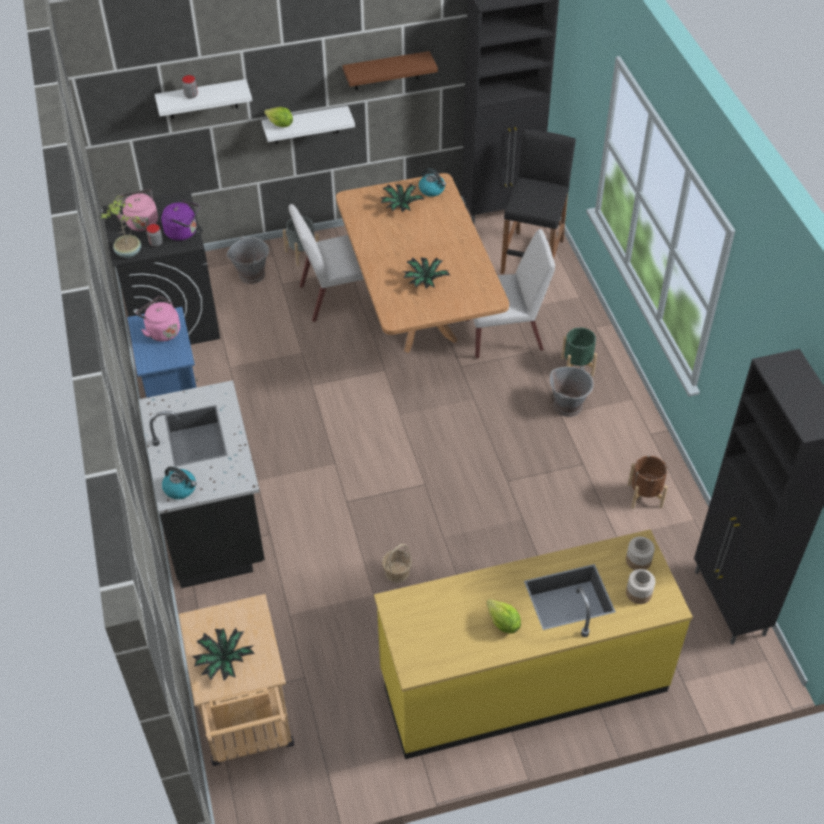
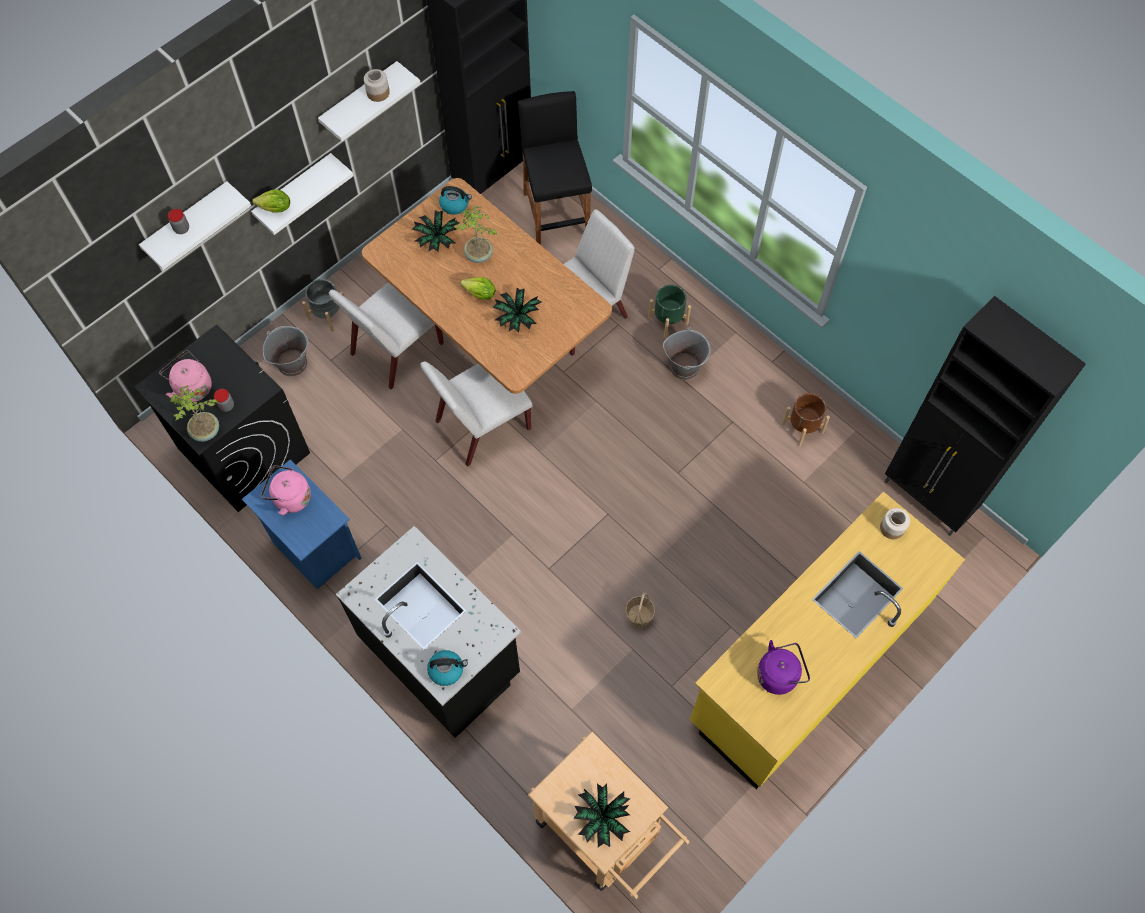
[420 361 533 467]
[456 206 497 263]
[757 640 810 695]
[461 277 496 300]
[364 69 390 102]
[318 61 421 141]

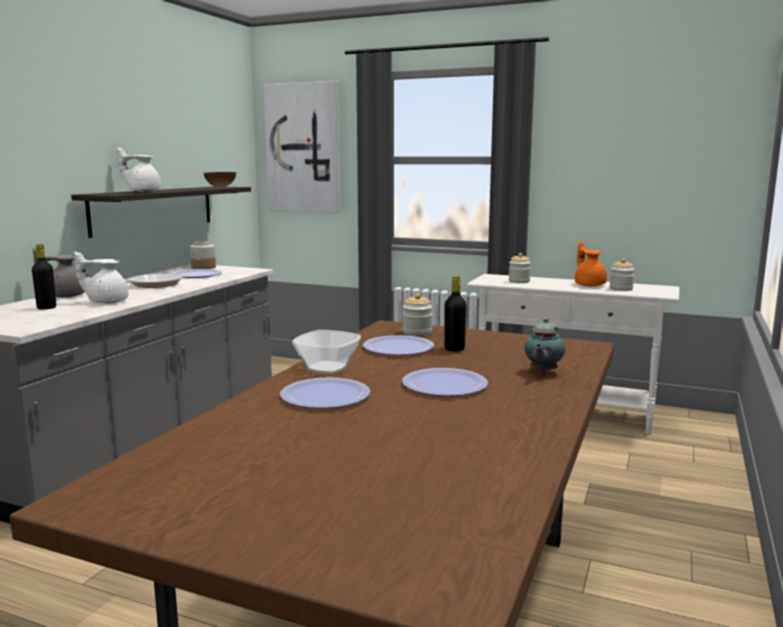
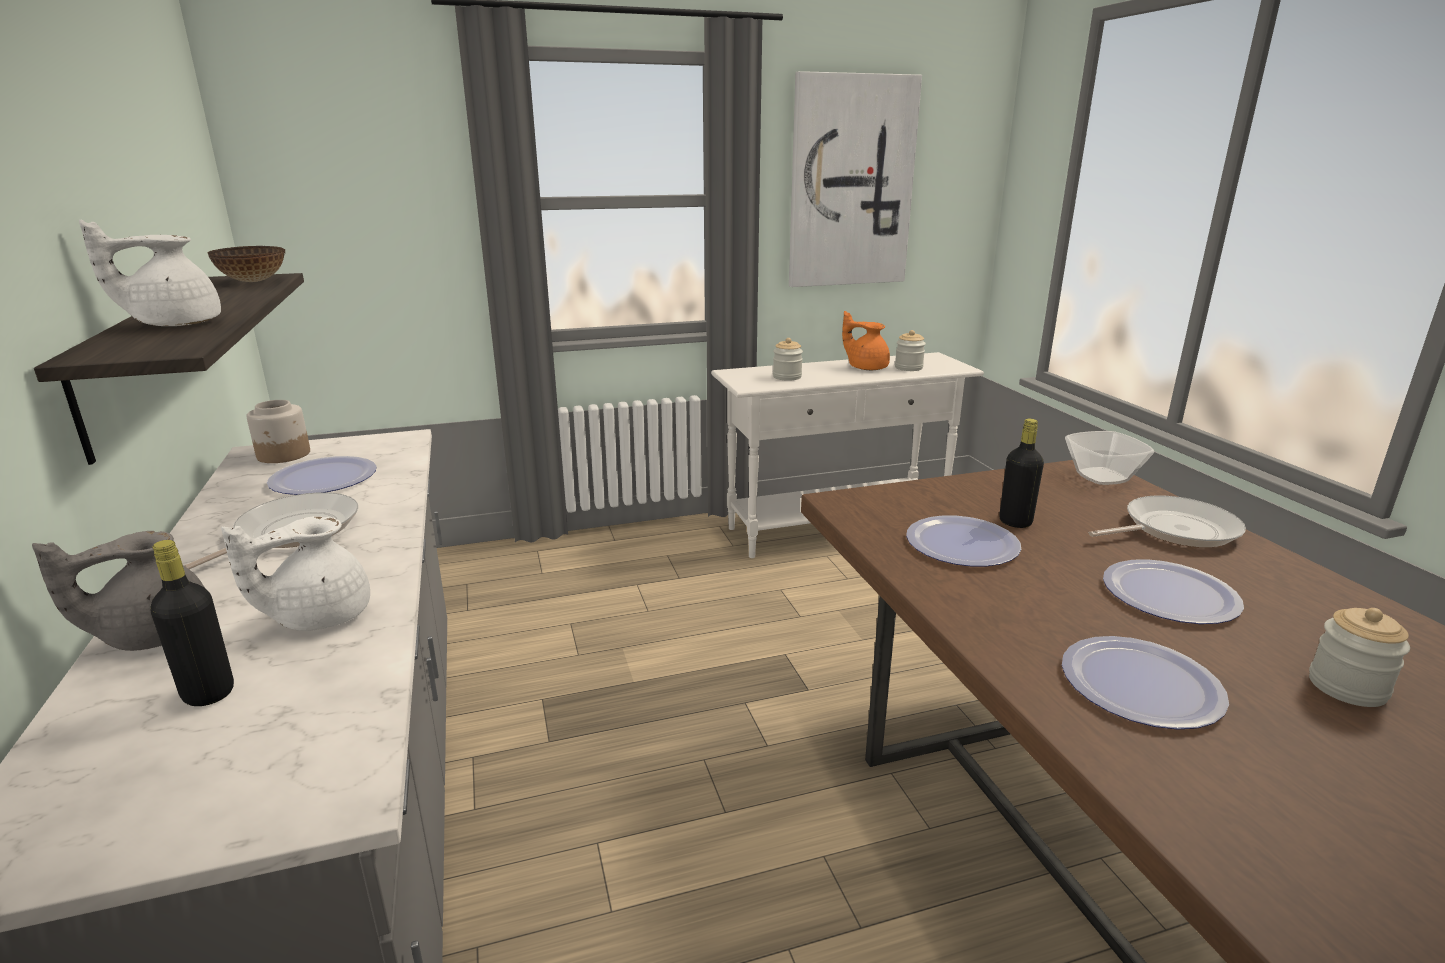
[789 71 922 287]
[1065 431 1154 485]
[1309 608 1410 707]
[1089 496 1246 547]

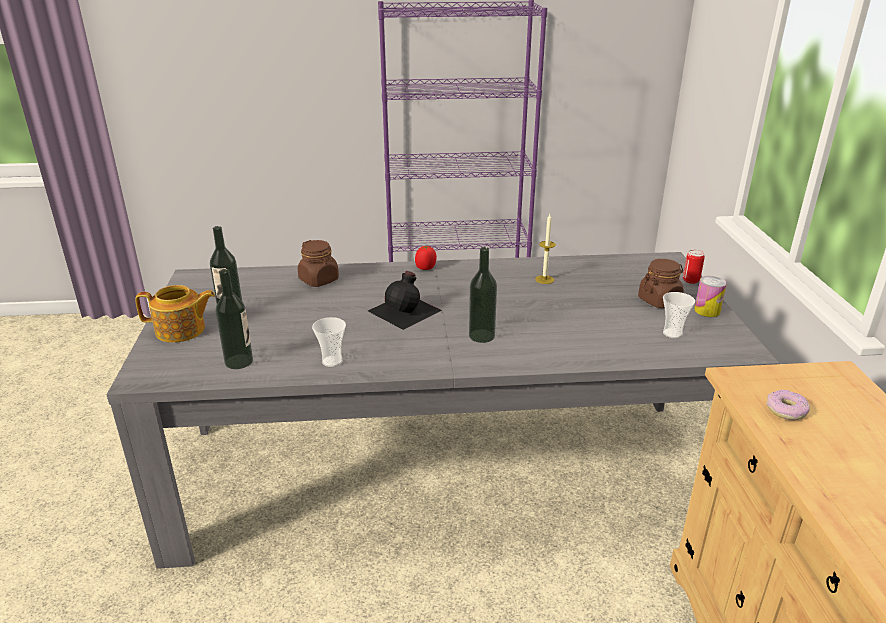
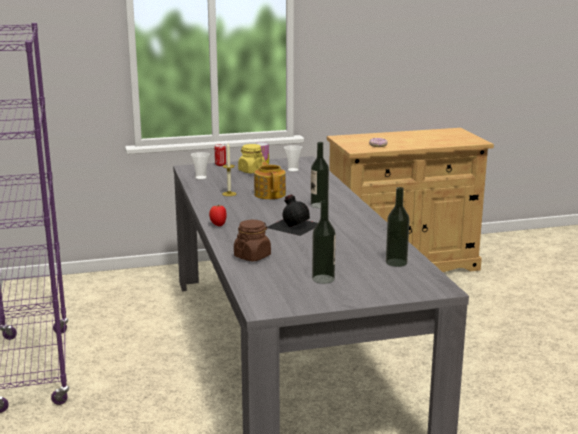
[254 162 286 199]
[191 152 210 180]
[238 144 265 173]

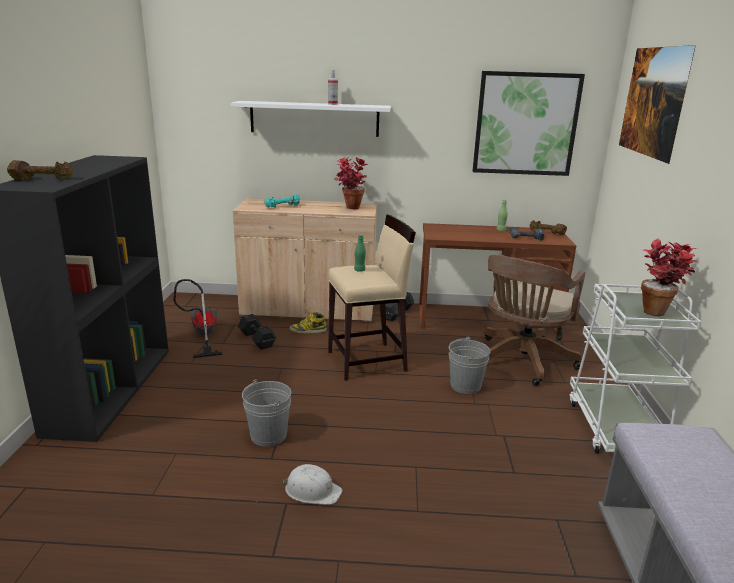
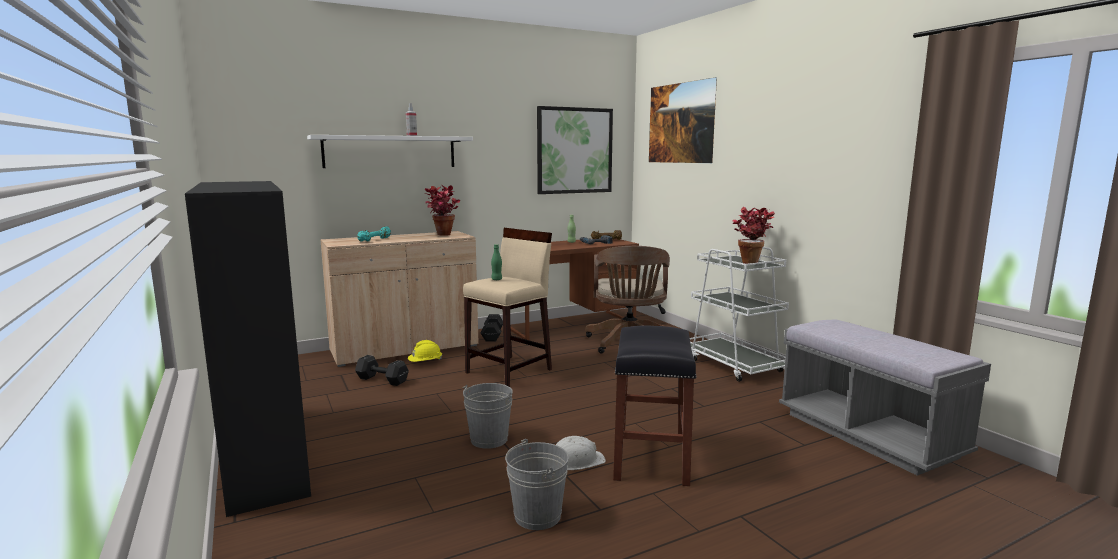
[7 160 73 180] (first image)
[173 279 223 358] (first image)
[613 326 697 486]
[505 439 569 530]
[408 340 442 362]

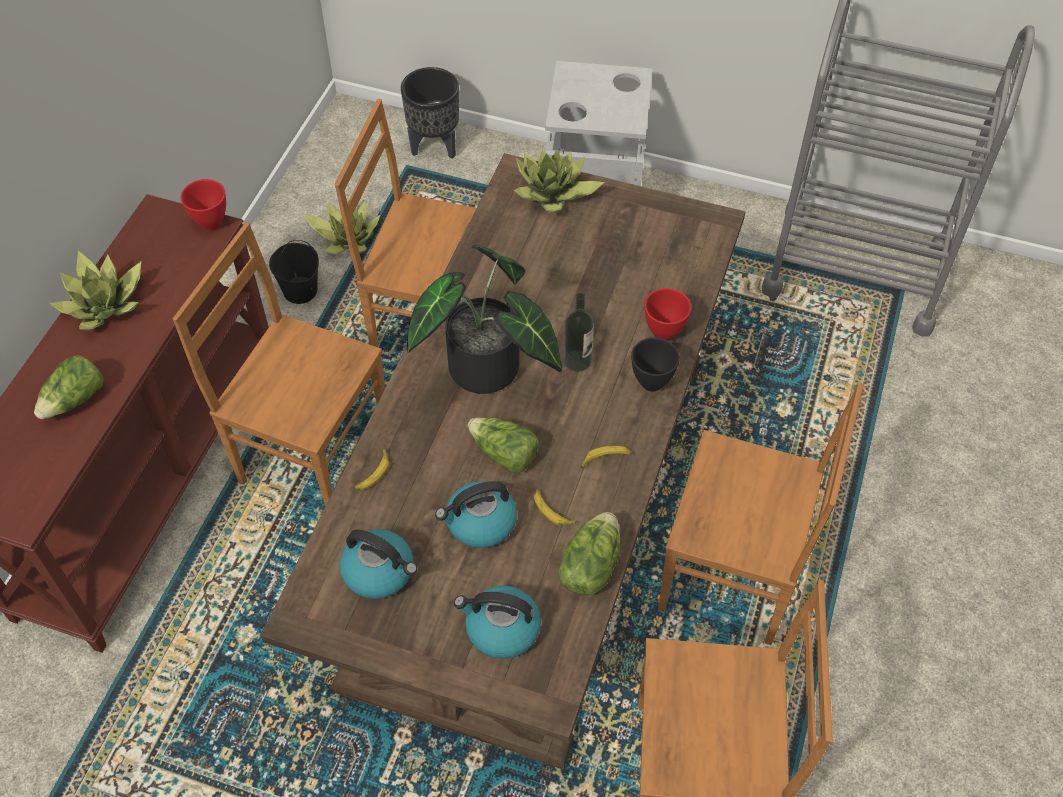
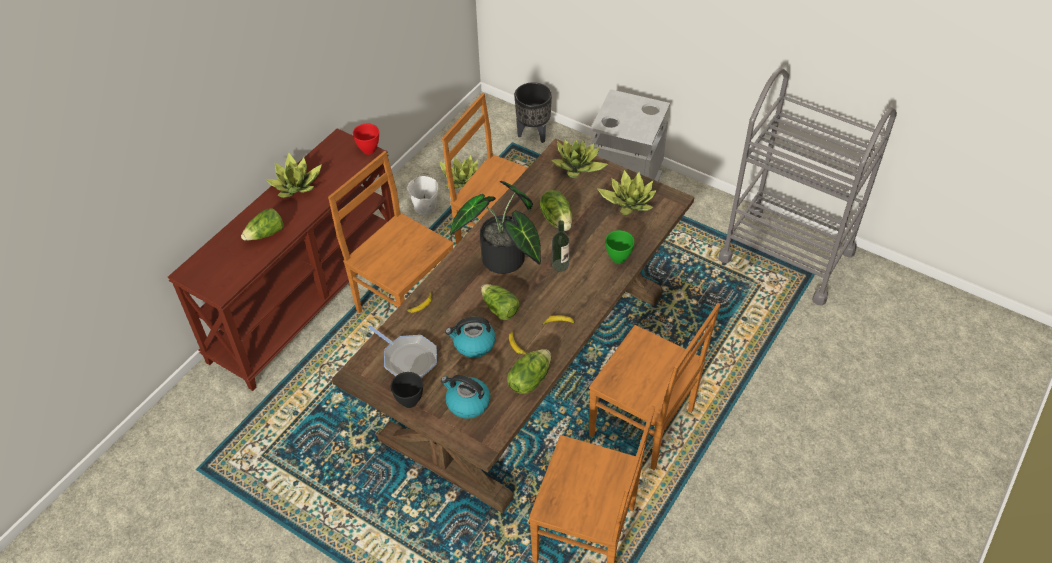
[540 190 572 231]
[597 170 657 215]
[391 372 423 408]
[368 325 437 378]
[407 173 438 215]
[605 230 635 264]

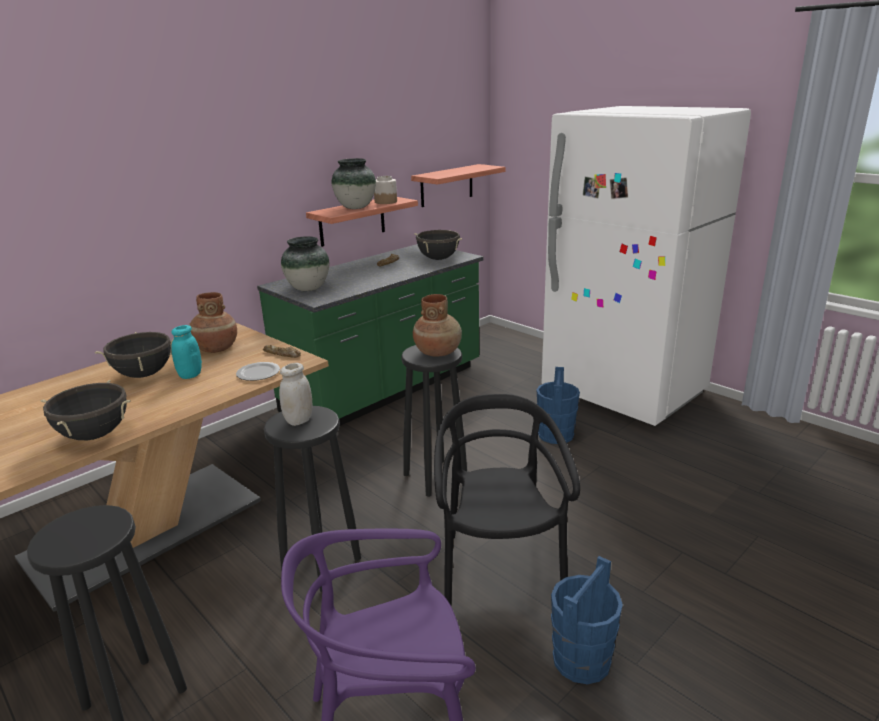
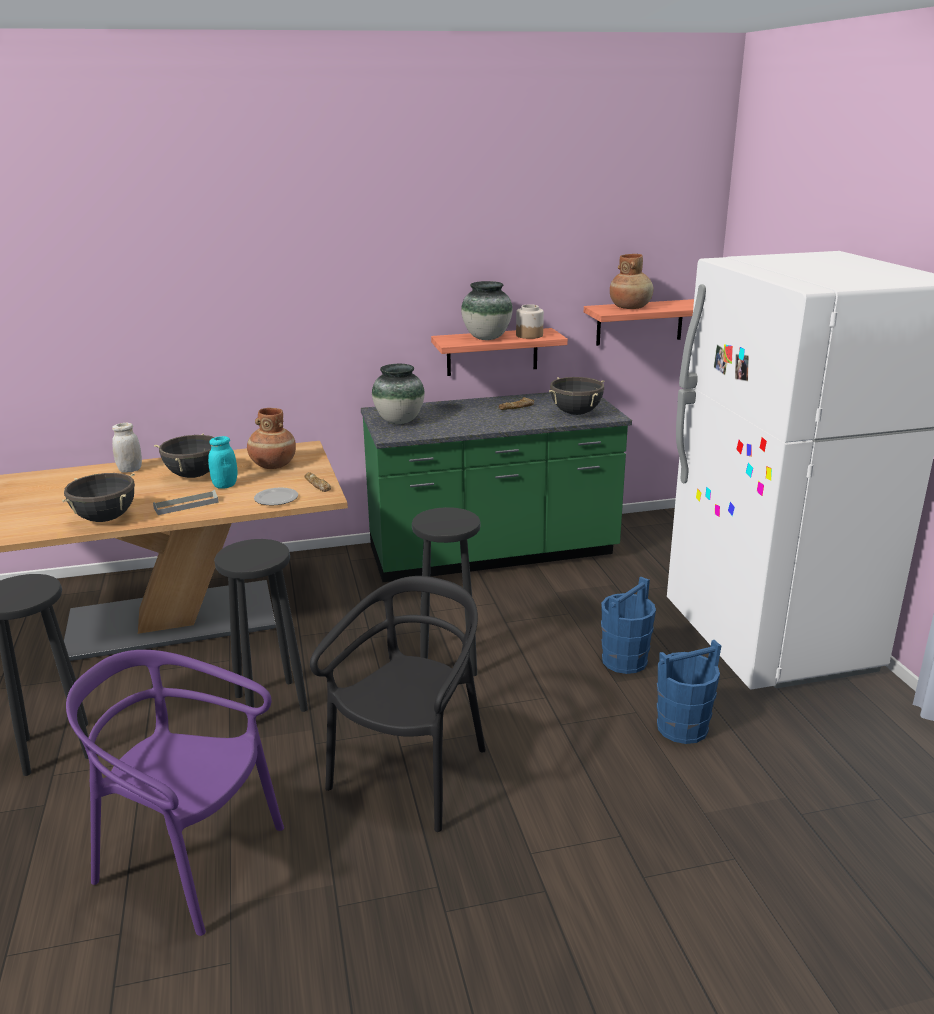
[153 490 219 515]
[112 423 142 473]
[610 254 653 309]
[657 640 721 744]

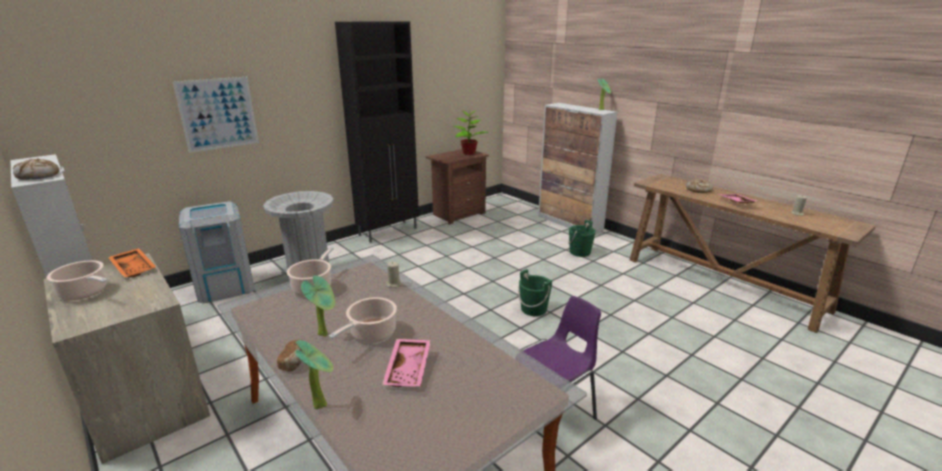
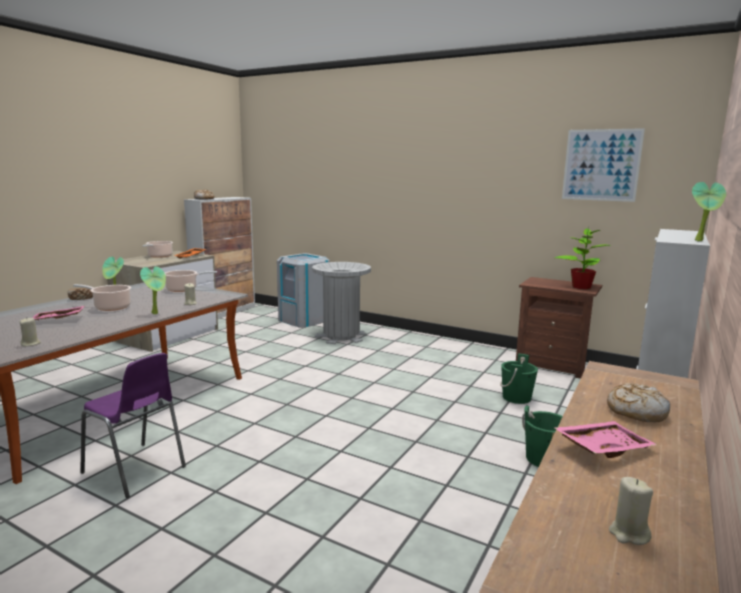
[335 21 419 243] (first image)
[20 318 41 346]
[562 128 645 202]
[140 266 166 314]
[500 353 538 404]

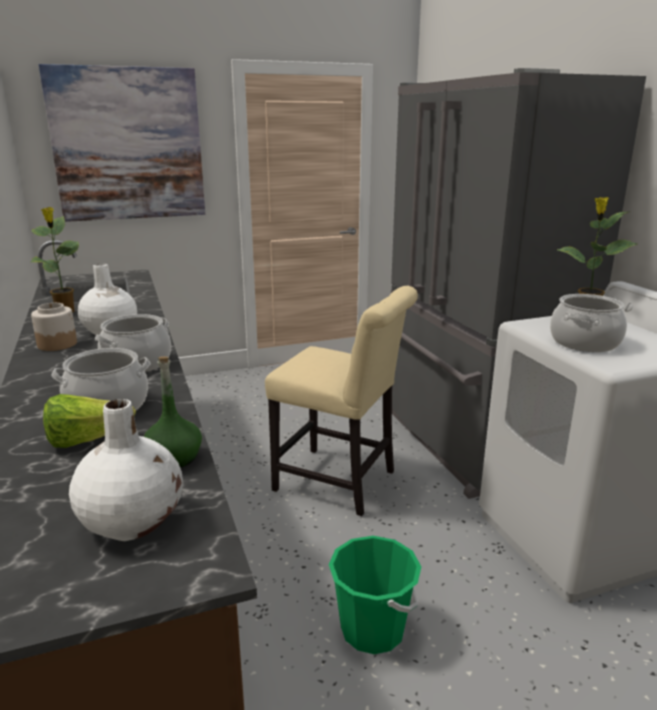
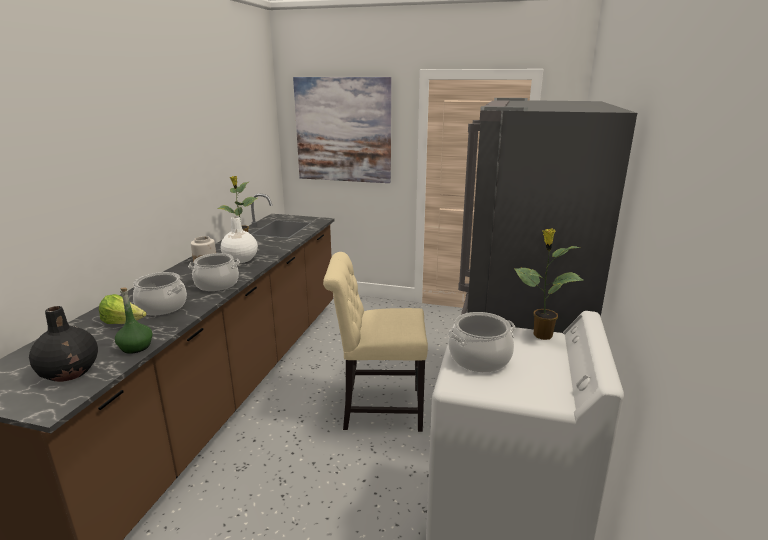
[329 536 421 654] (first image)
[29 306 98 382]
[323 252 428 432]

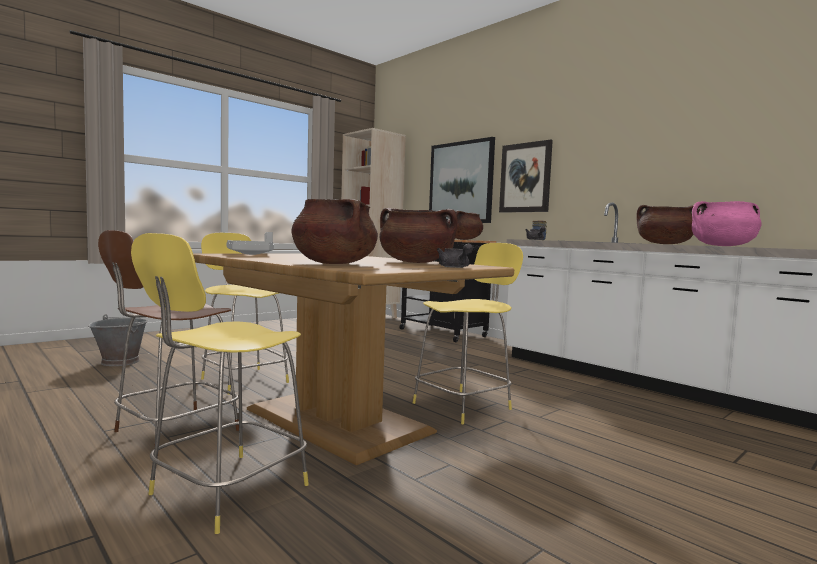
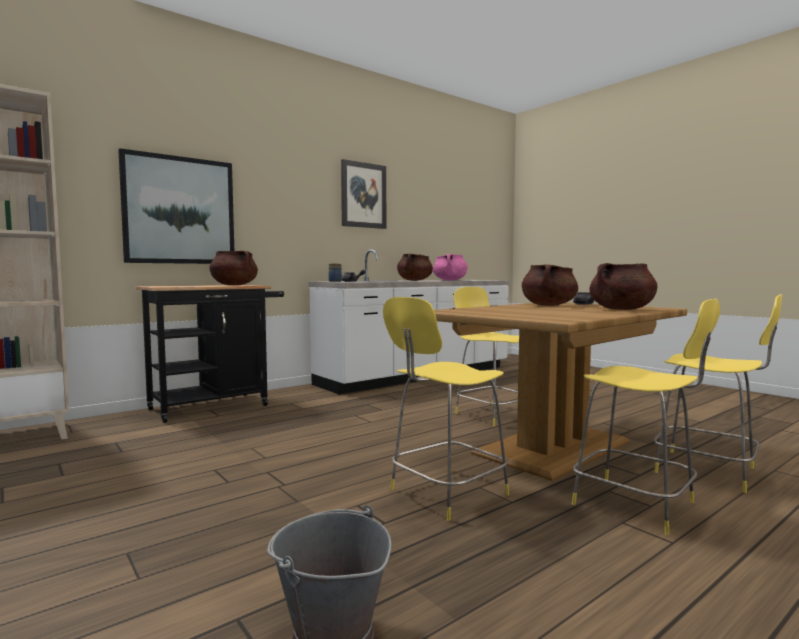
[226 232 274 255] (first image)
[341 159 386 229]
[572 298 720 535]

